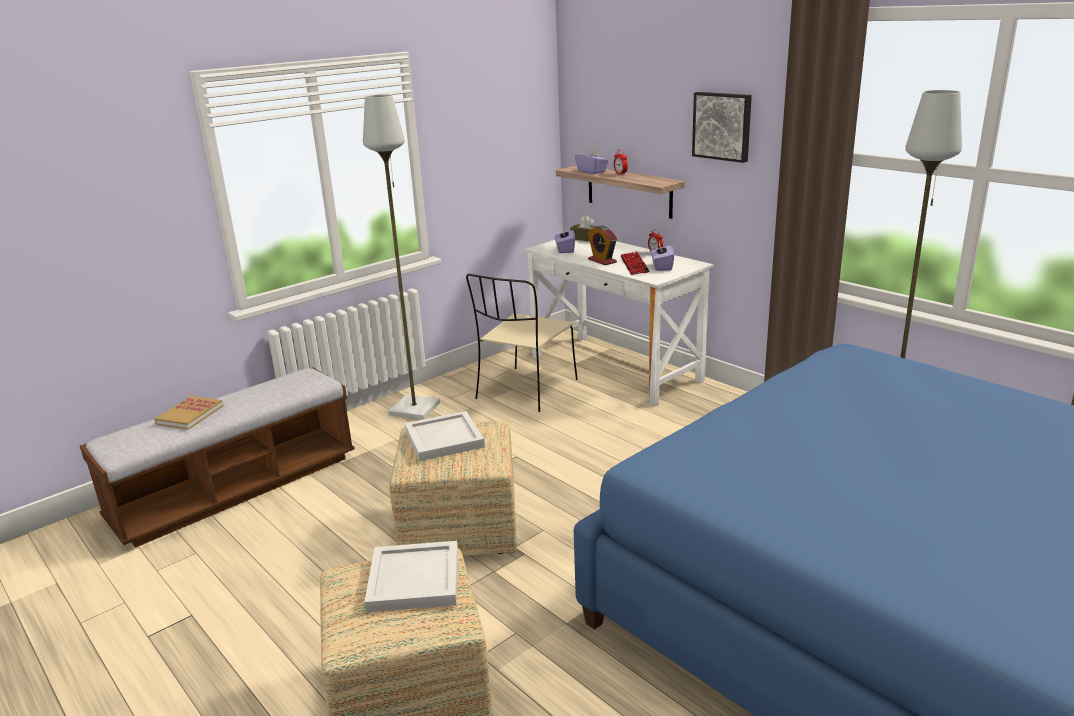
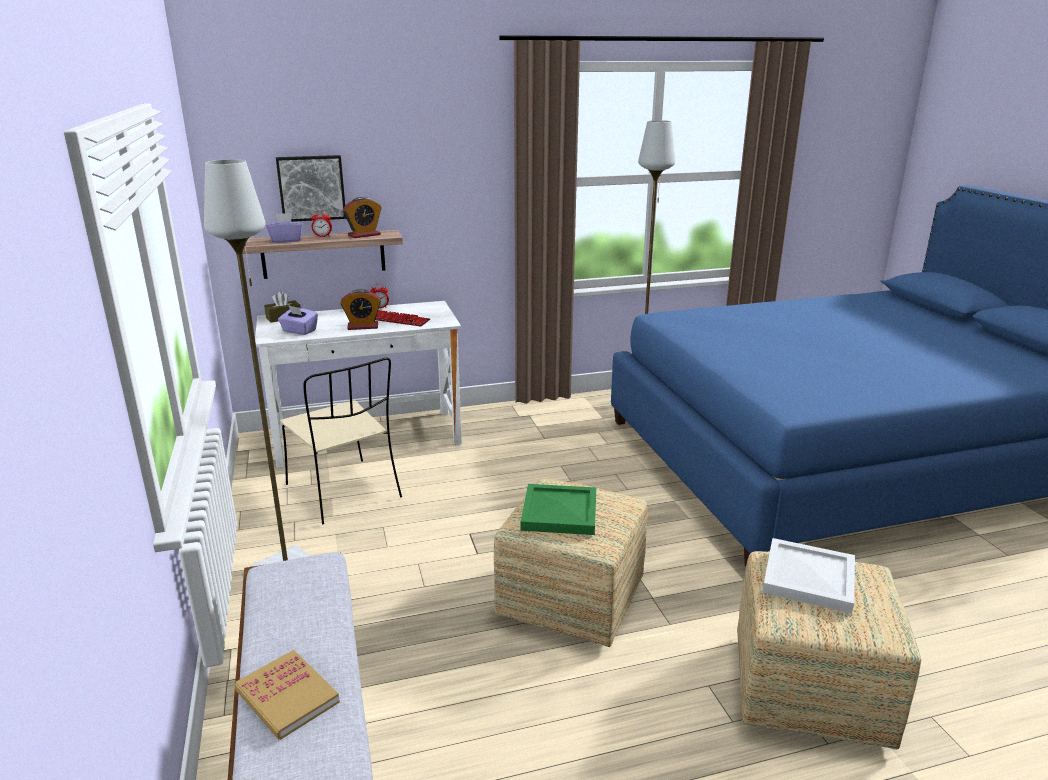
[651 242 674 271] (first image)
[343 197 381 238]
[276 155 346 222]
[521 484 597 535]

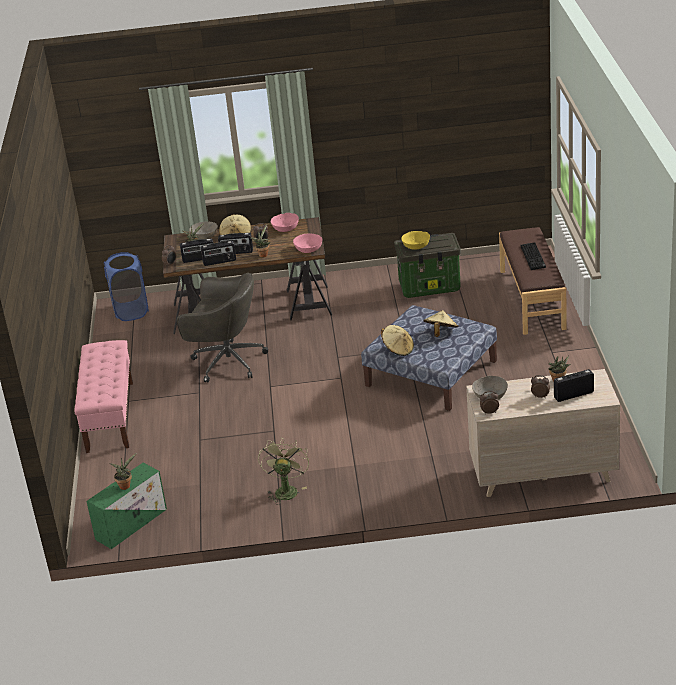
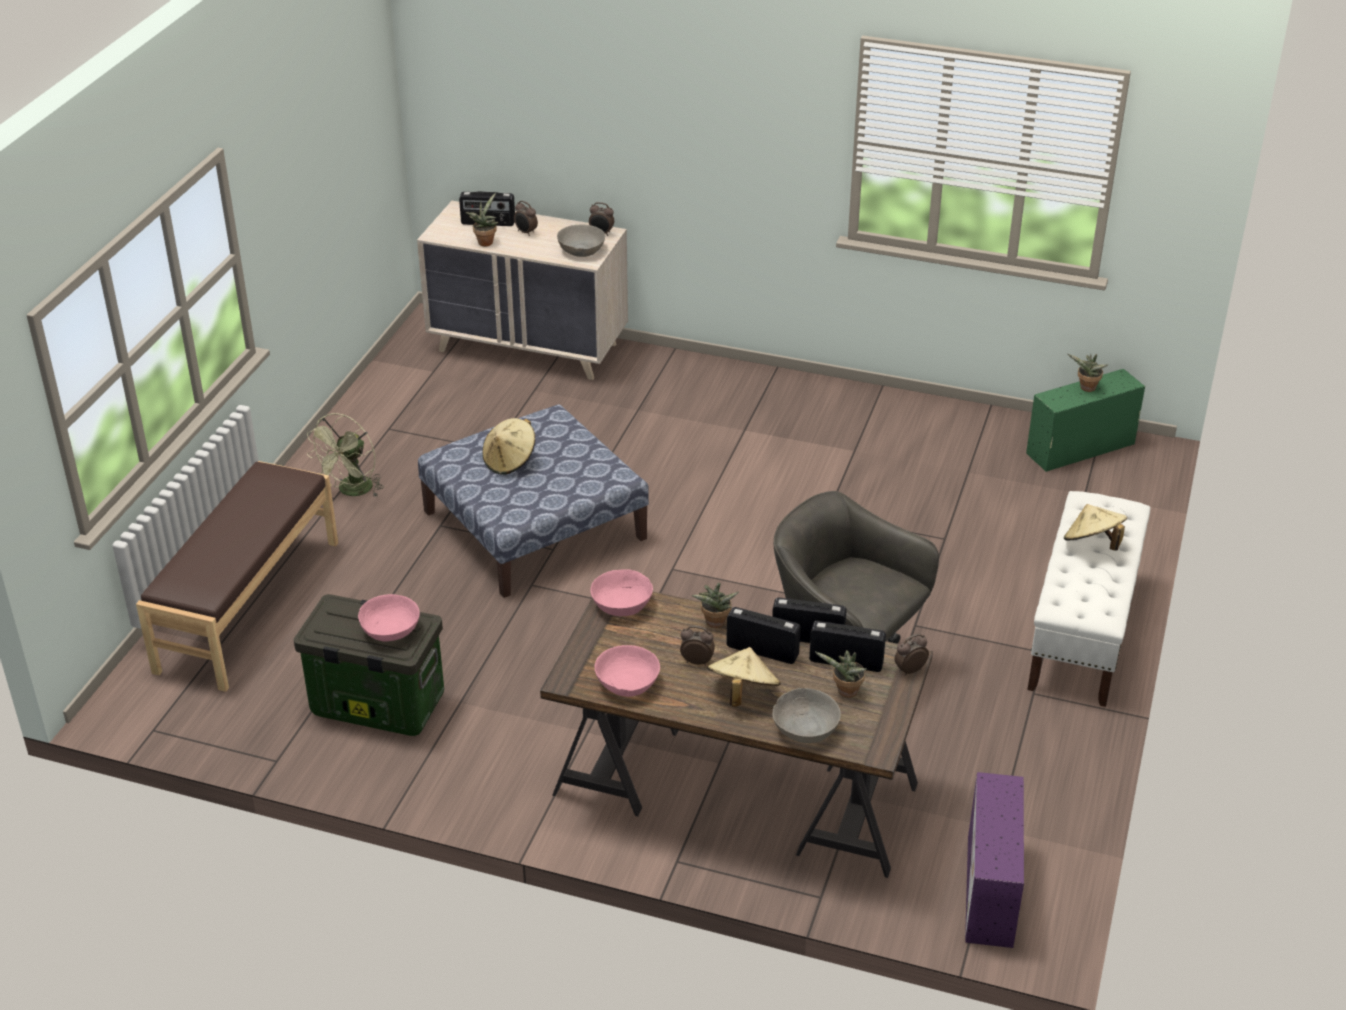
[520 242 546 270] (first image)
[307 413 384 497]
[1064 504 1127 551]
[965 772 1024 948]
[1027 491 1150 707]
[358 594 420 641]

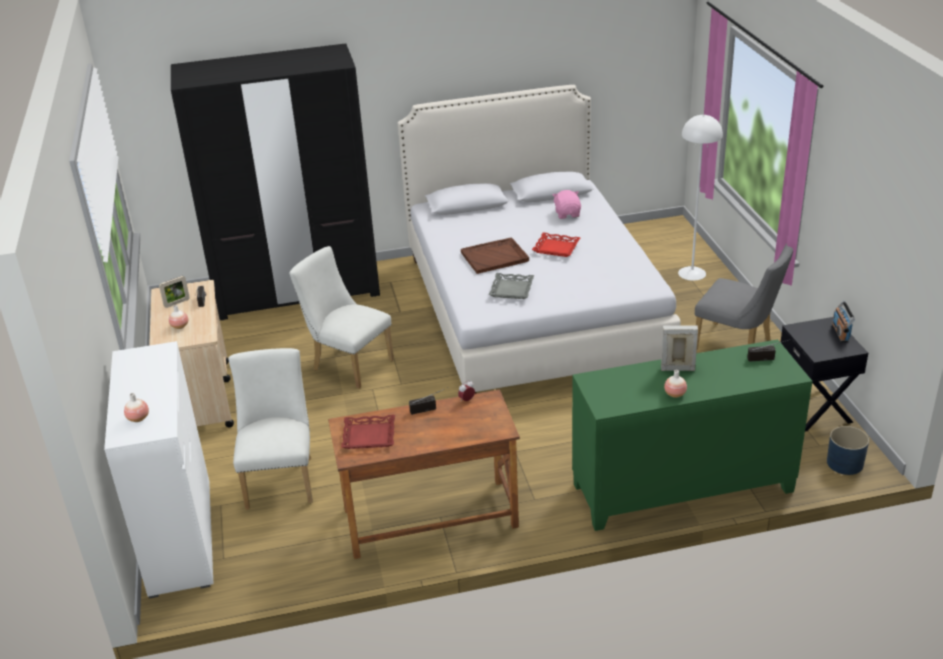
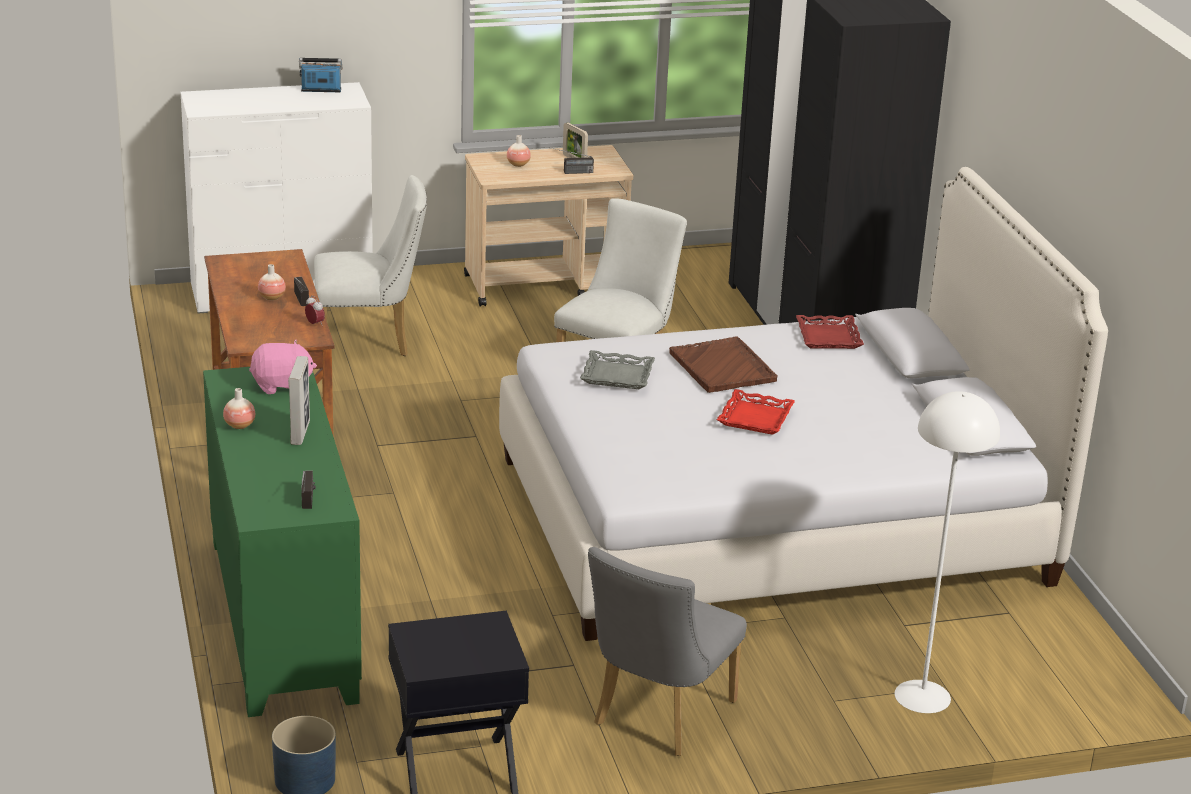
[258 264 286 300]
[796 315 864 349]
[249 340 317 394]
[299 58 343 92]

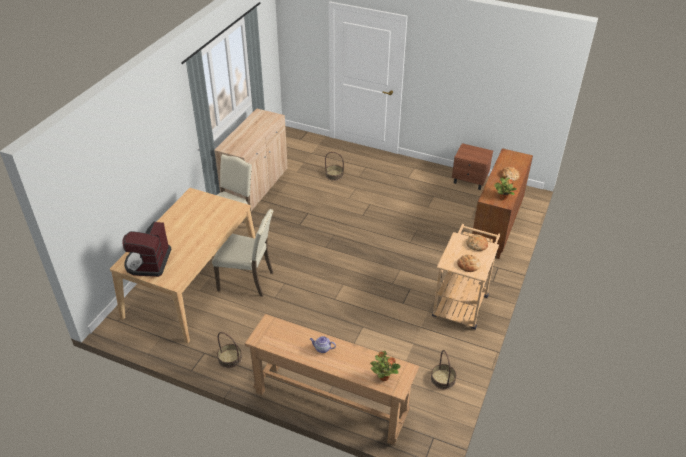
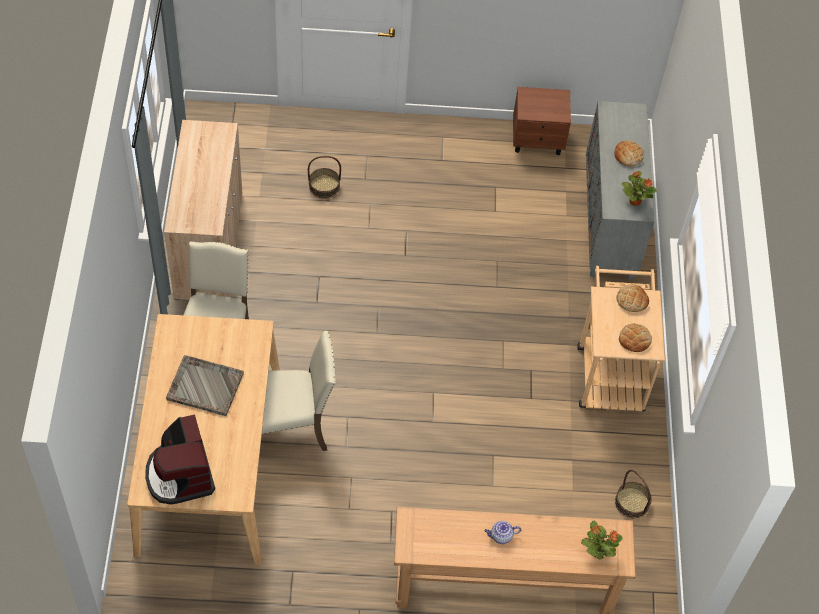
[217 332 242 368] (first image)
[166 355 244 416]
[586 101 654 279]

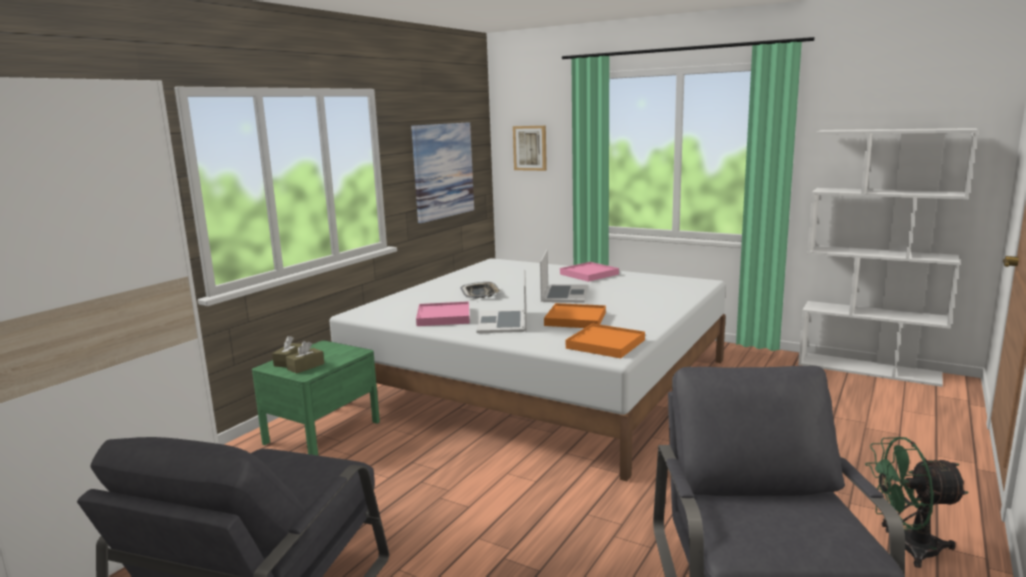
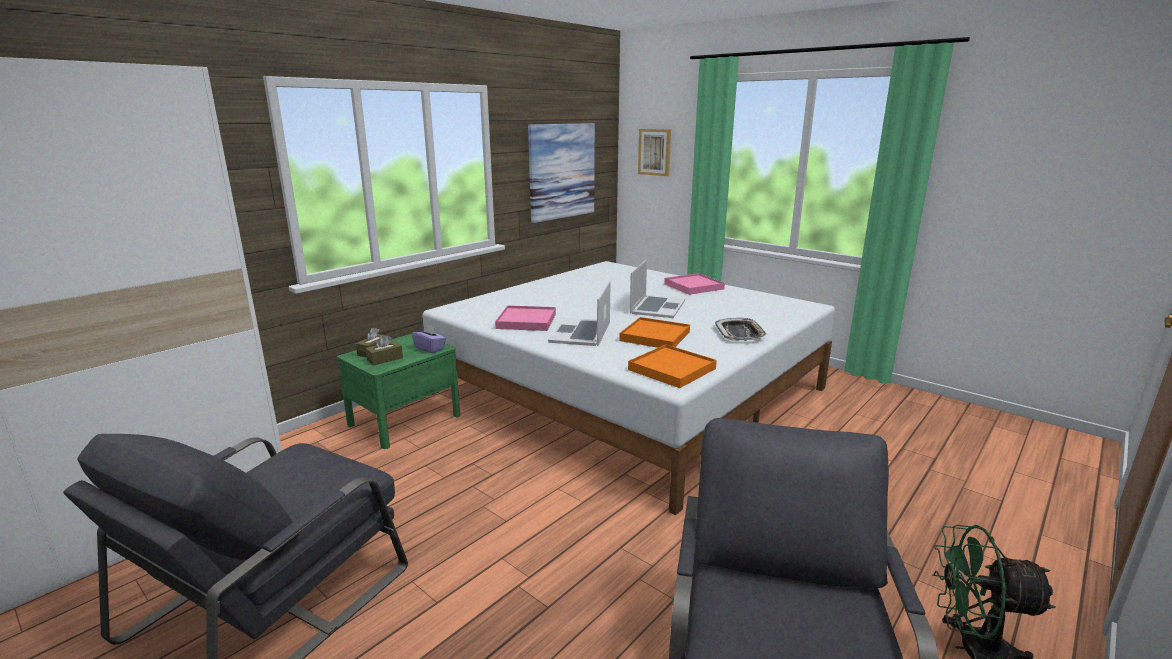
[798 128 978 387] (first image)
[412 324 446 353]
[715 318 767 341]

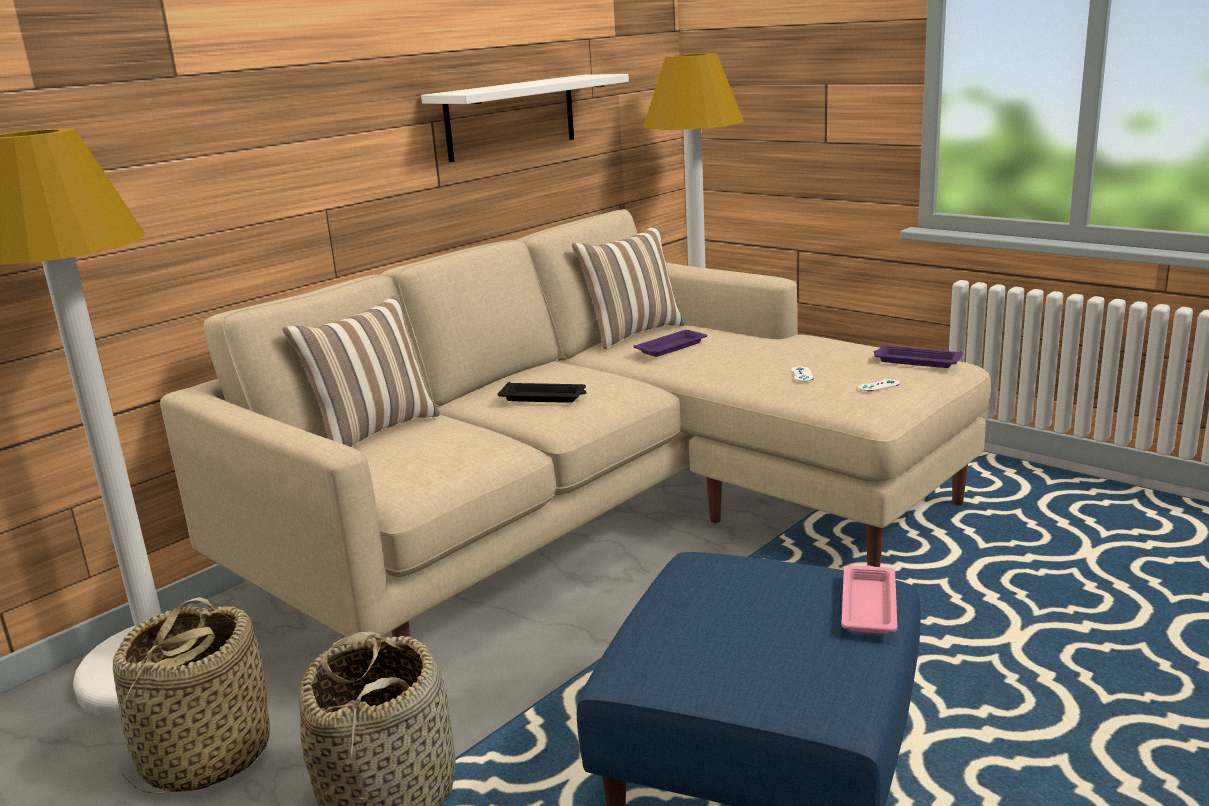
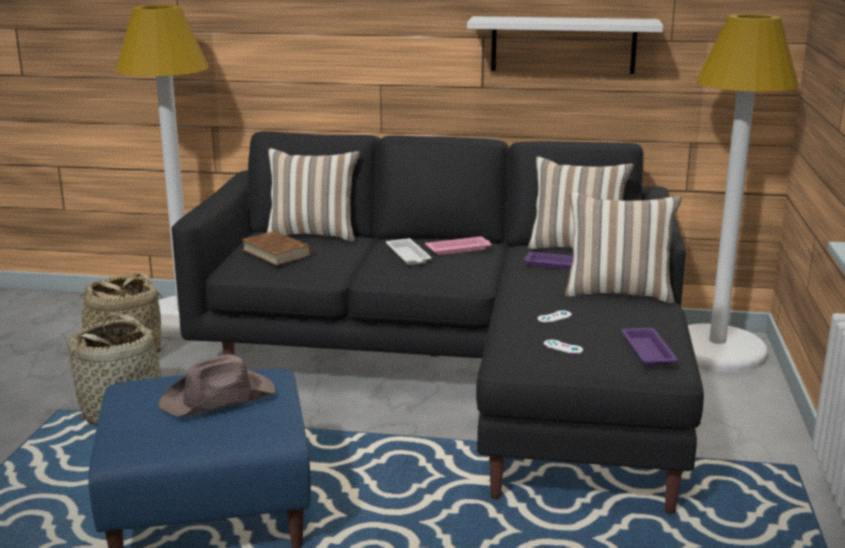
[158 354 275 417]
[241 231 311 265]
[565 191 682 303]
[425 237 491 255]
[172 131 704 514]
[386 238 432 265]

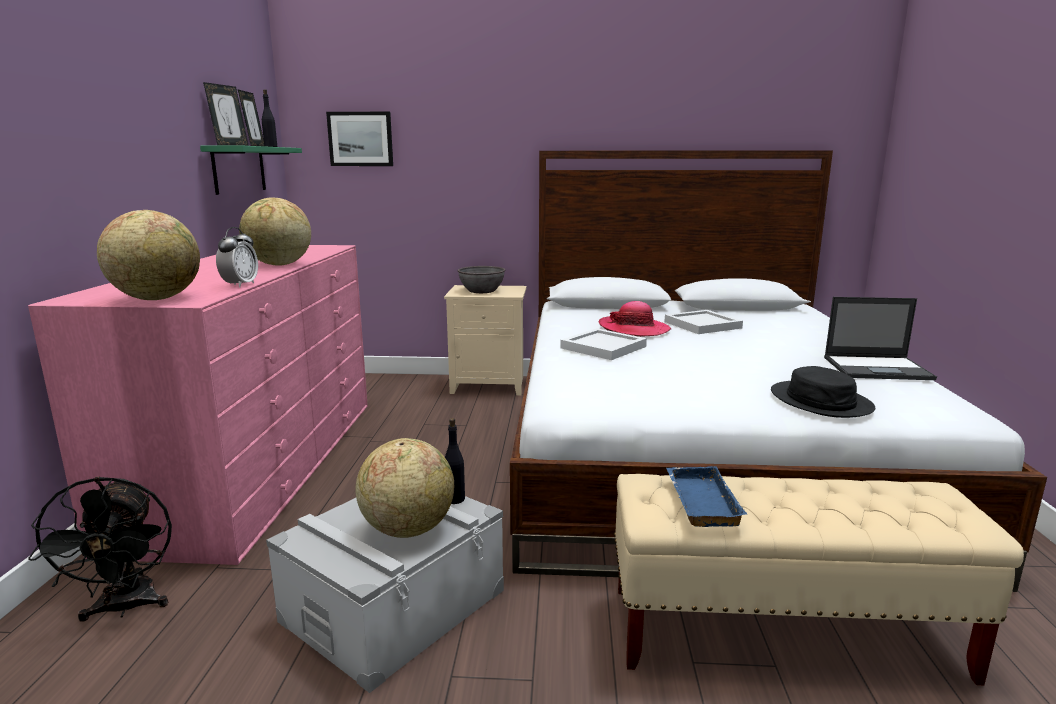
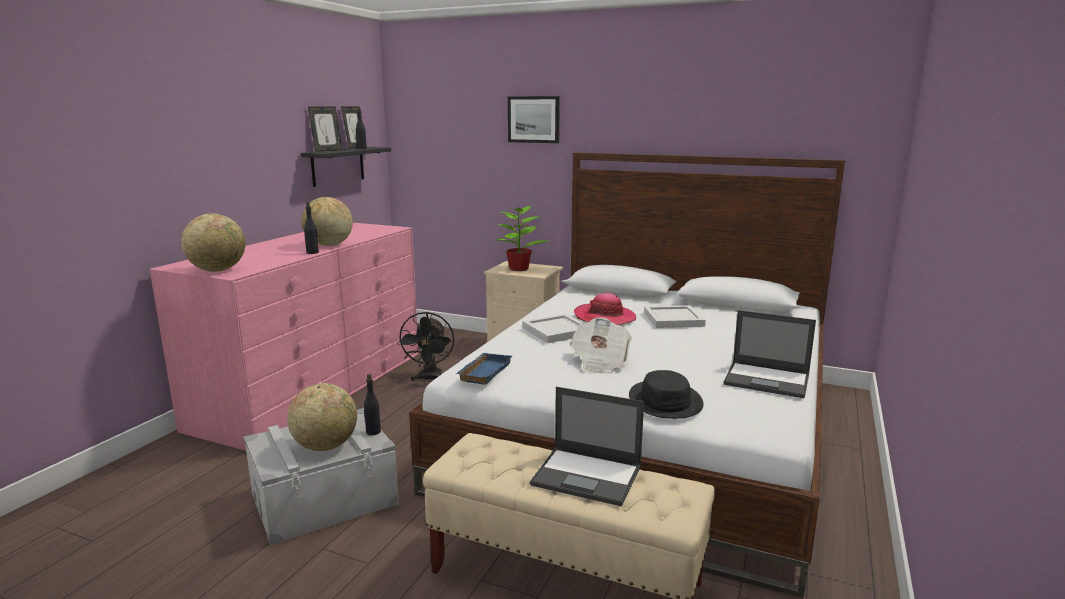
[216 227 258 288] (first image)
[304 202 319 254]
[530 387 644 506]
[570 317 632 374]
[397 312 455 382]
[508 96 560 143]
[455 353 512 384]
[497 204 549 271]
[301 147 391 187]

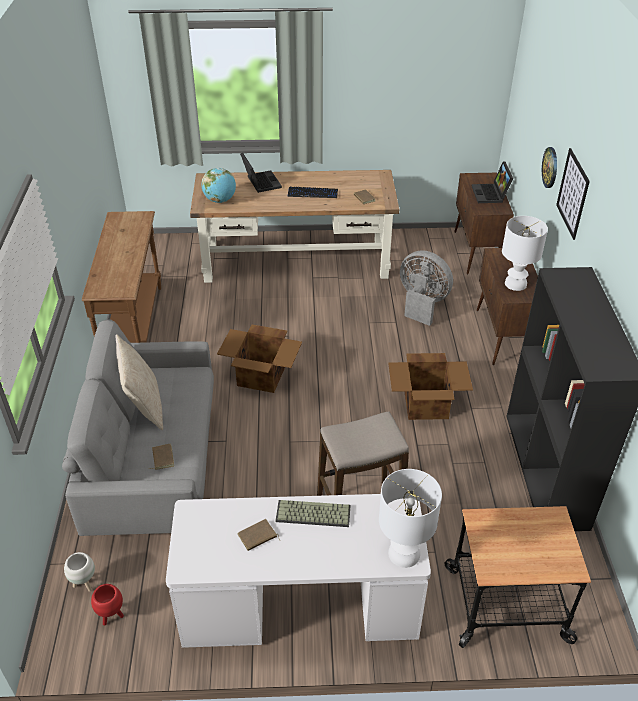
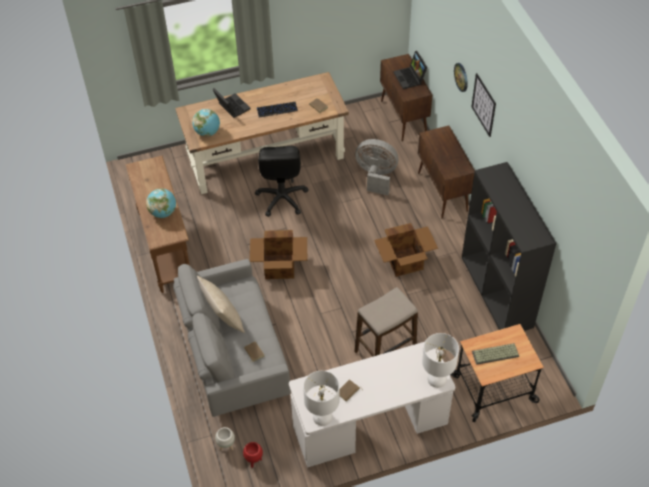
[146 188 176 218]
[255 146 309 217]
[472 343 519 365]
[303 371 340 426]

